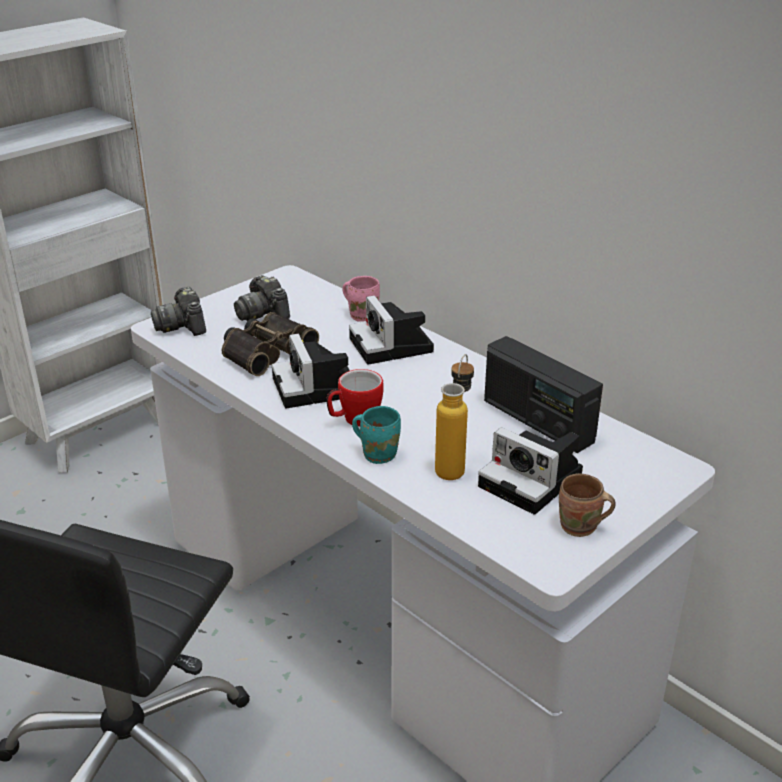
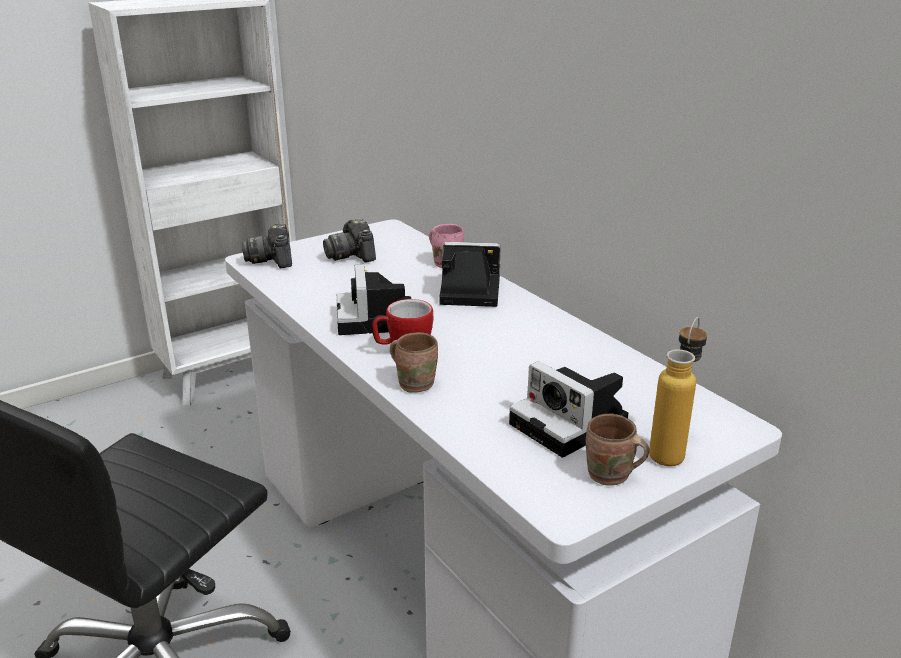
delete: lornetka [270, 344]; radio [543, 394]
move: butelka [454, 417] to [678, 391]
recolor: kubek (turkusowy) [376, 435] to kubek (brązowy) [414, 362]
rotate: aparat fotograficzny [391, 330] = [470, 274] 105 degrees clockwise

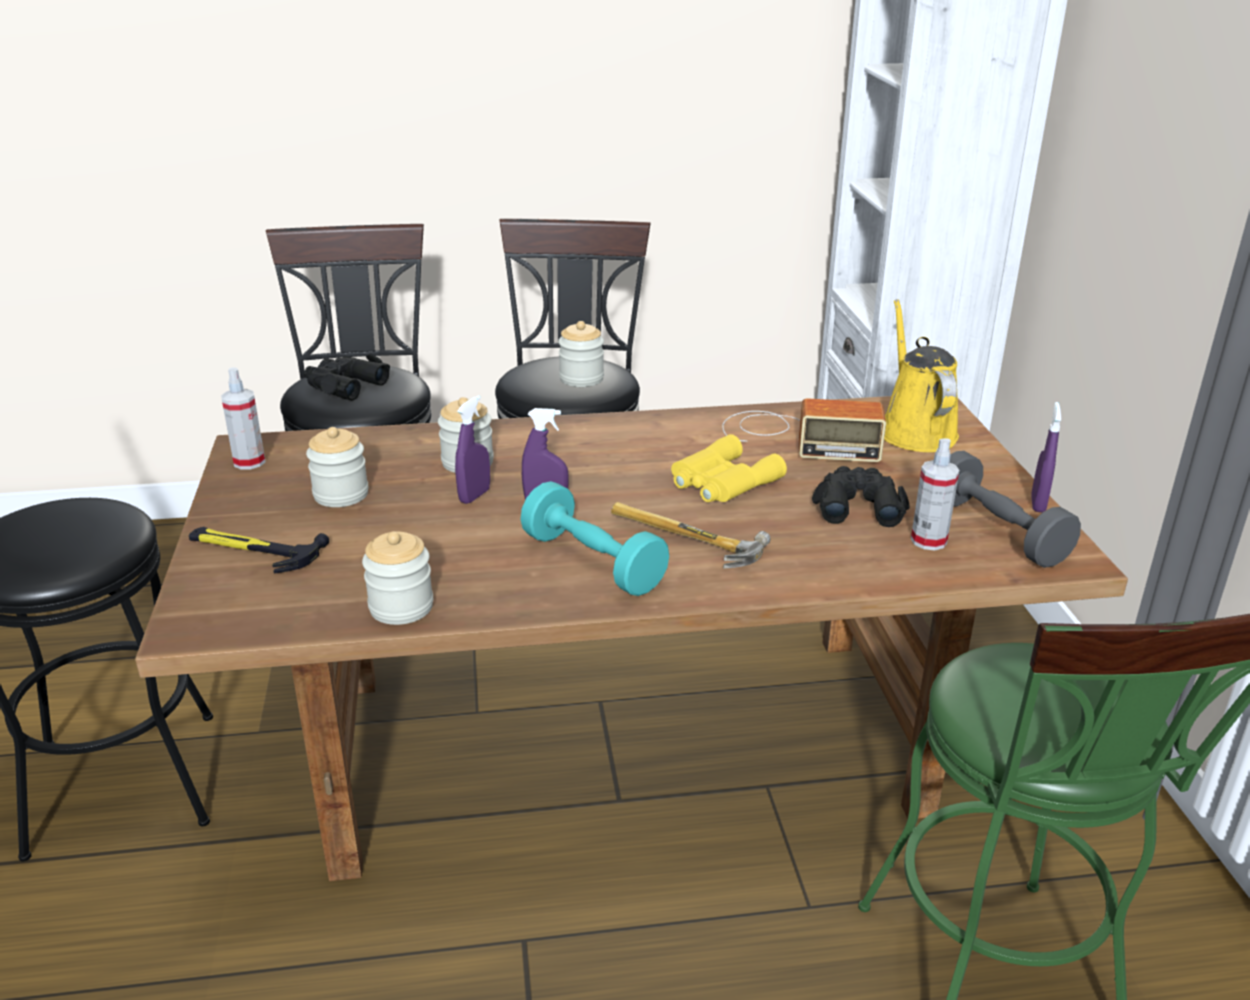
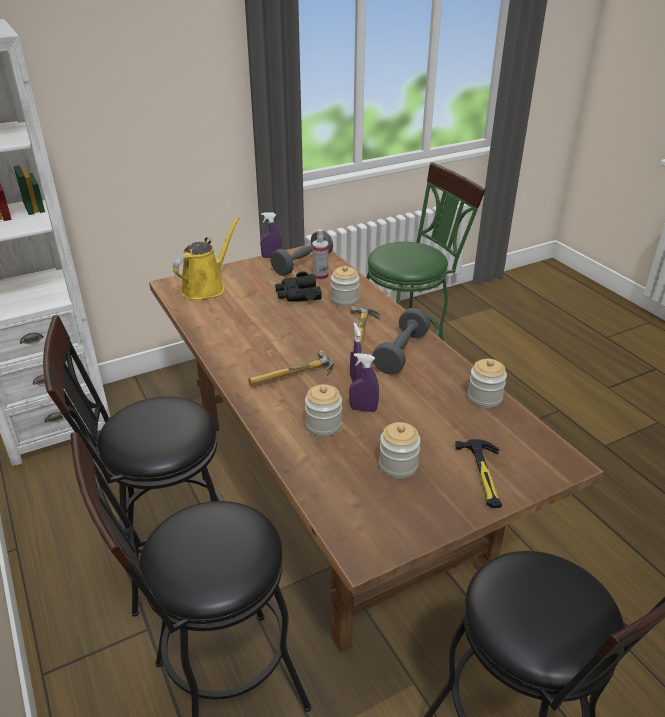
delete: spryskiwacz [243, 418]; lornetka (czarny) [347, 377]; lornetka (żółty) [729, 468]; radio [804, 430]
insert: młotek [291, 367]
move: słoik [581, 354] to [345, 286]
recolor: hantel (turkusowy) [594, 538] to hantel (szary) [401, 341]
rotate: konewka (żółty) [921, 375] = [206, 258] 150 degrees clockwise

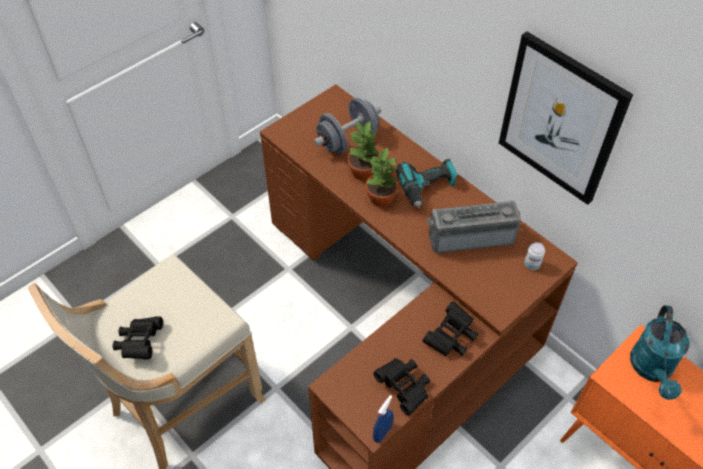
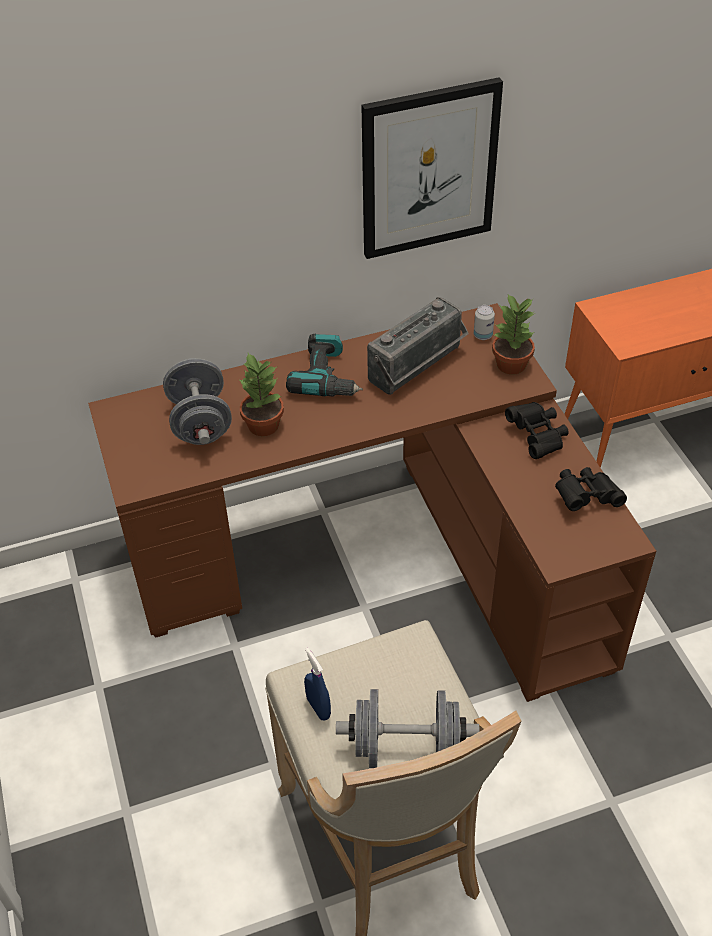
delete: konewka (turkusowy) [660, 352]
move: roślina doniczkowa [381, 177] to [513, 334]; spryskiwacz (niebieski) [383, 419] to [317, 684]
replace: lornetka (czarny) [138, 338] to hantel (szary) [407, 728]
rotate: radio [474, 226] = [418, 346] 150 degrees counterclockwise

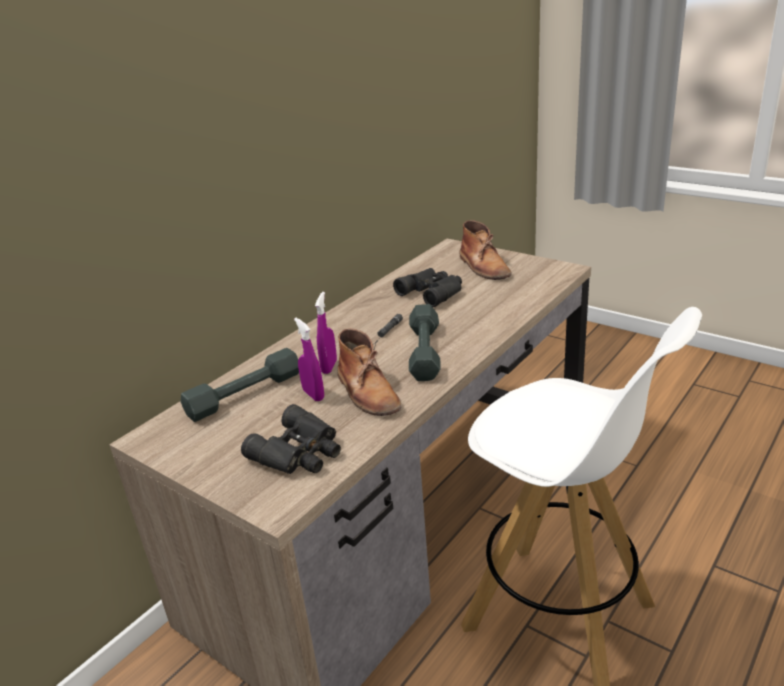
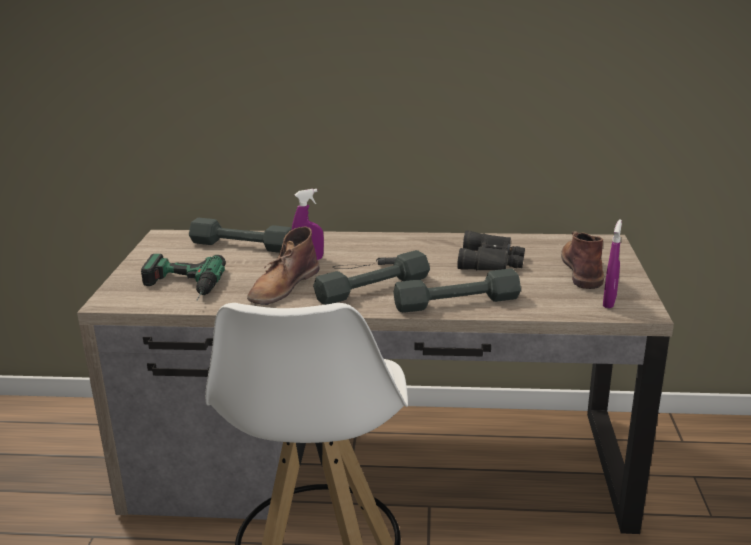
insert: hantel (szary) [457, 290]
move: spryskiwacz (fioletowy) [309, 359] to [612, 263]
replace: lornetka (czarny) [291, 439] to wiertarka [183, 277]
rotate: but z cholewką (brązowy) [486, 250] = [582, 260] 150 degrees clockwise

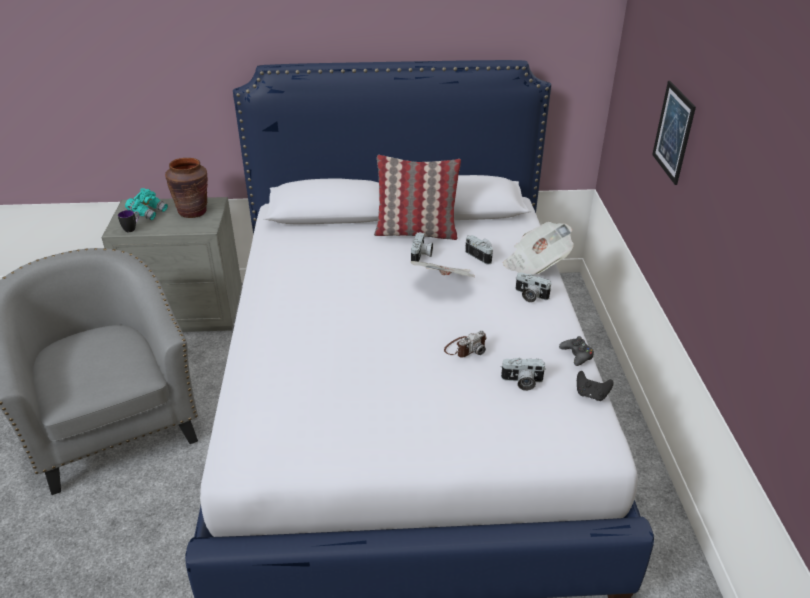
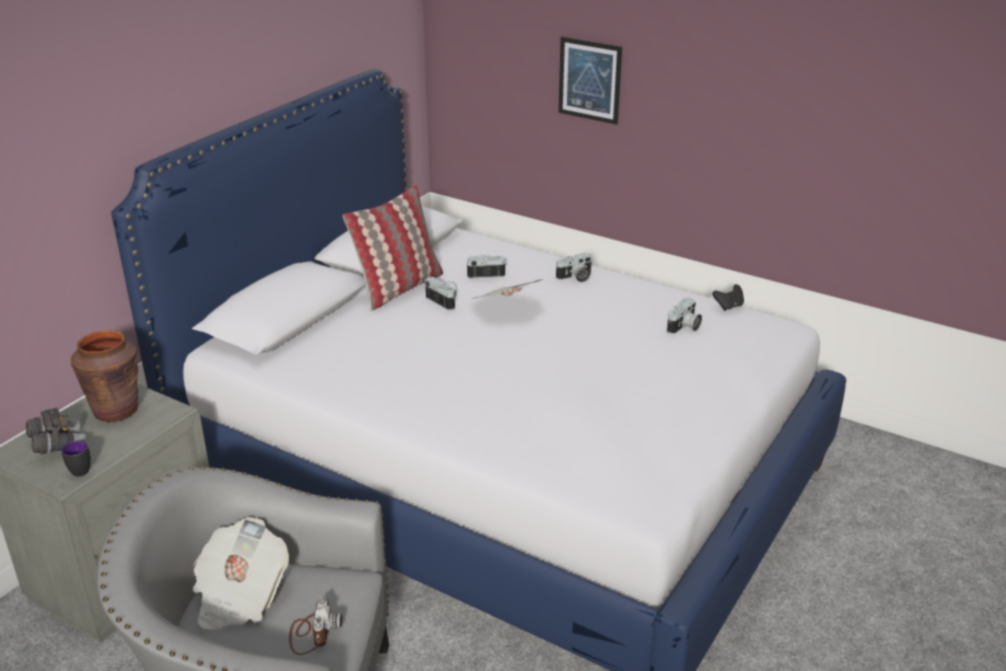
delete: pad do gier (czarny) [576, 351]
move: aparat fotograficzny [465, 344] to [316, 626]; gazeta [538, 248] to [240, 573]
recolor: lornetka (turkusowy) [146, 204] to lornetka (szary) [56, 431]

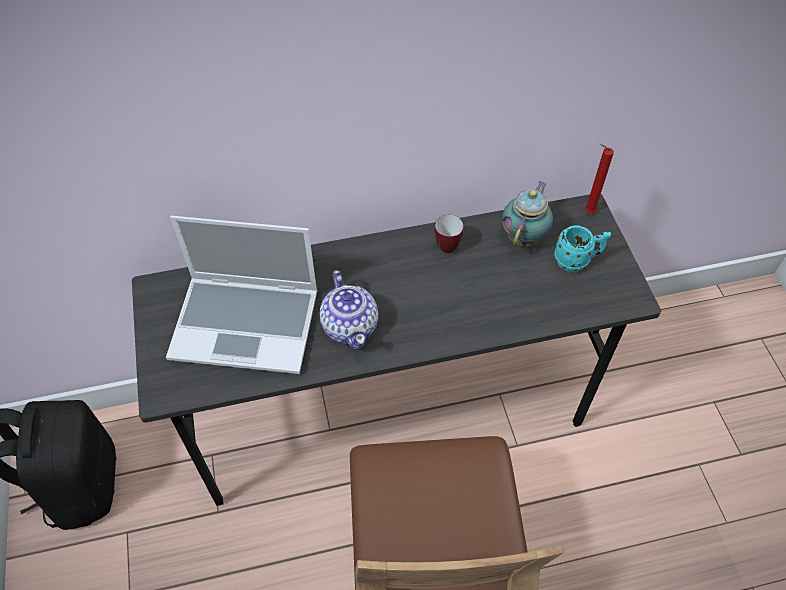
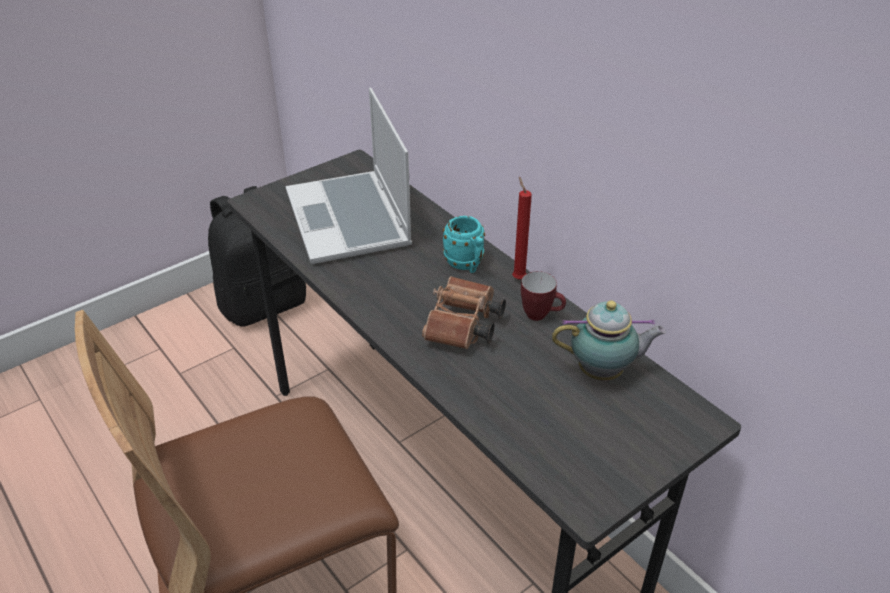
delete: imbryk [349, 309]
insert: lornetka (brązowy) [464, 312]
move: kubek (turkusowy) [582, 248] to [464, 244]; świeca (czerwony) [599, 178] to [522, 228]

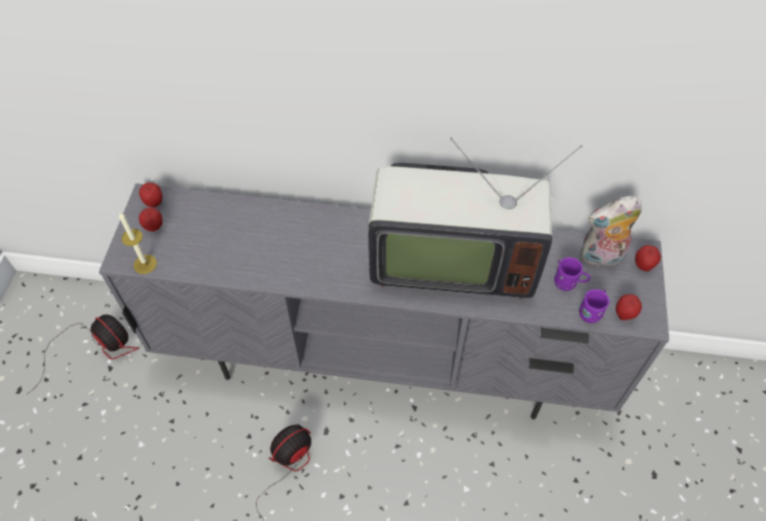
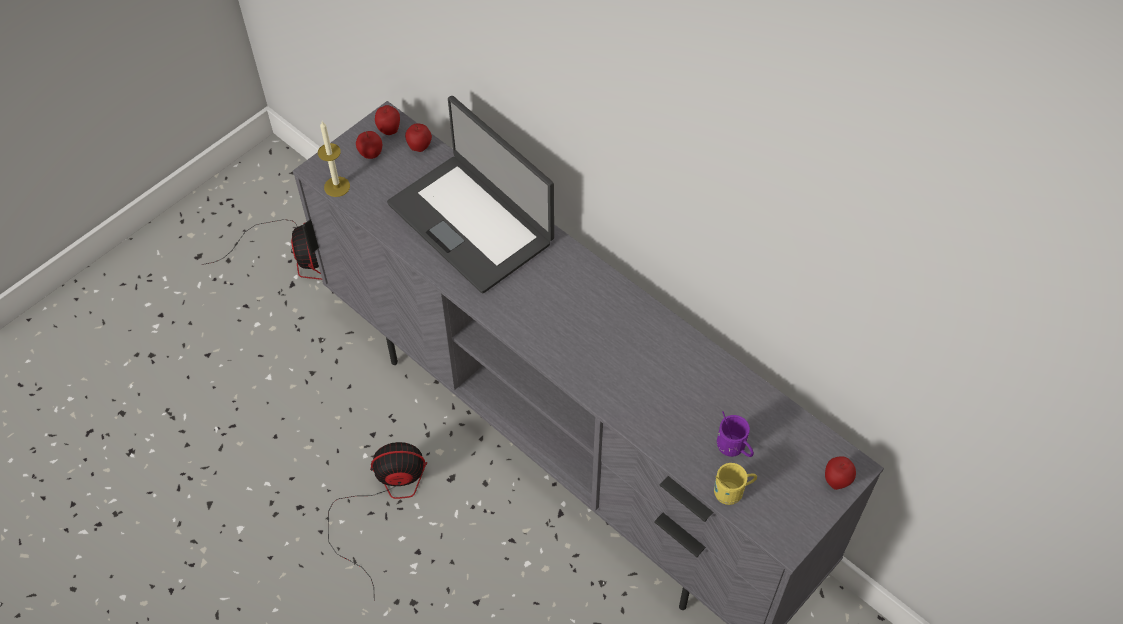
delete: telewizor [475, 218]; pluszak [611, 232]
insert: laptop [470, 194]
move: jabłko [629, 307] to [418, 138]
recolor: kubek (fioletowy) [594, 306] to kubek (żółty) [735, 484]

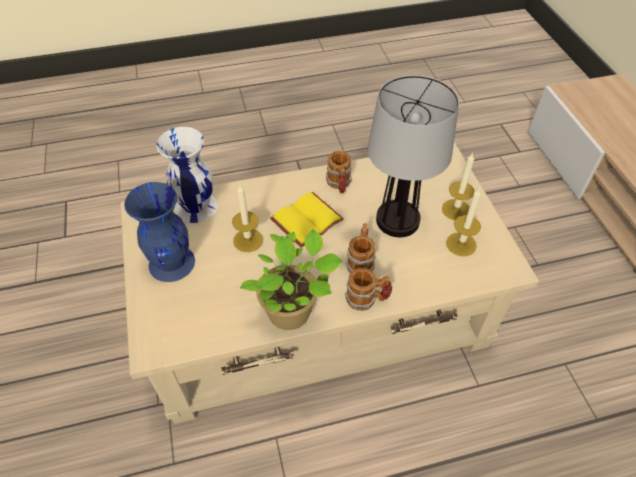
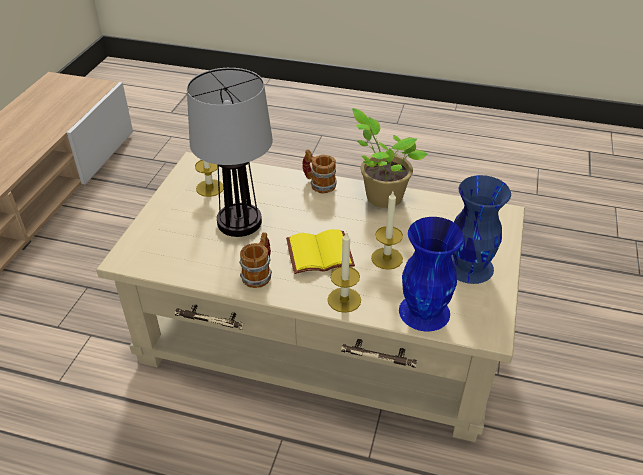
delete: kubek [361, 248]
move: świeca [458, 186] to [344, 272]
recolor: wazon (biały) [187, 175] to wazon (niebieski) [431, 274]

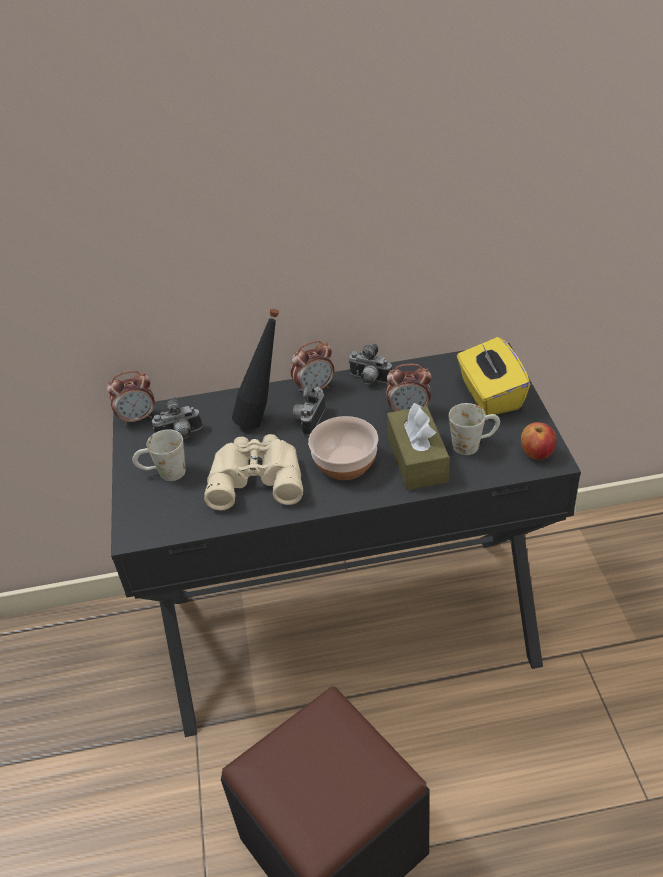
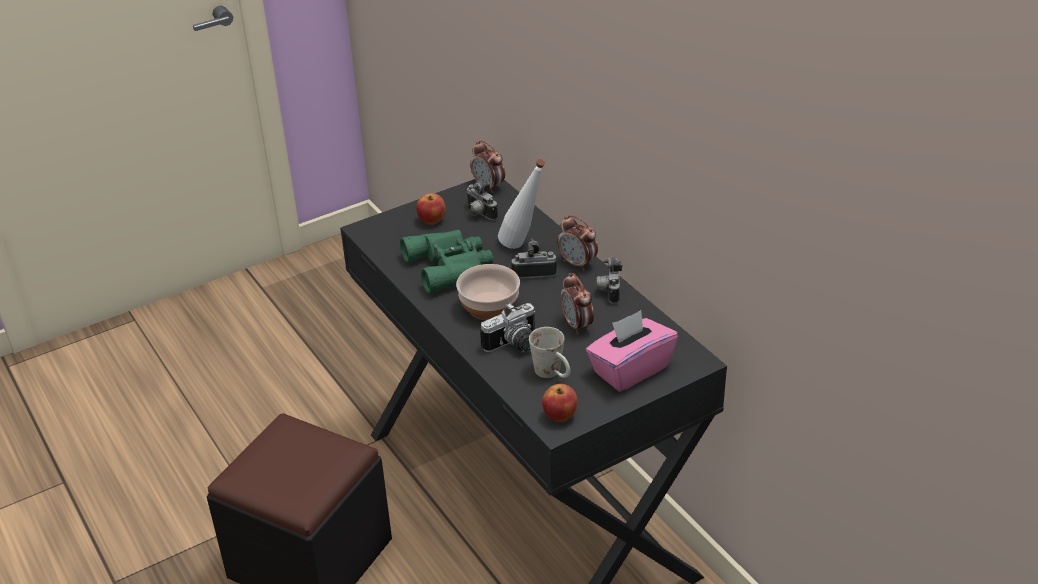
replace: kubek (biały) [159, 455] to jabłko [431, 209]; pudełko chusteczek (brązowy) [418, 446] to aparat fotograficzny [507, 327]
recolor: lornetka (beżowy) [253, 472] to lornetka (zielony) [446, 261]; butelka (czarny) [255, 369] to butelka (biały) [521, 204]; pudełko chusteczek (żółty) [493, 376] to pudełko chusteczek (różowy) [632, 351]

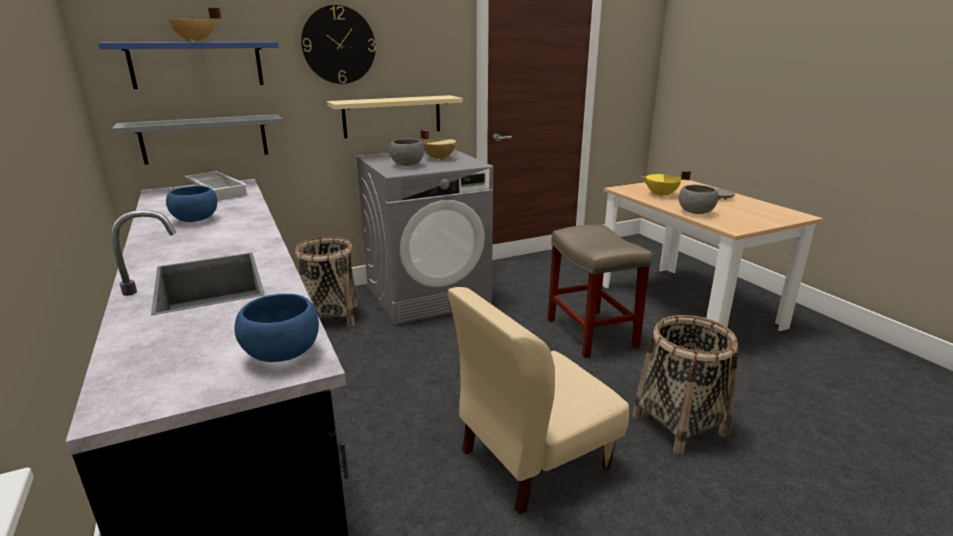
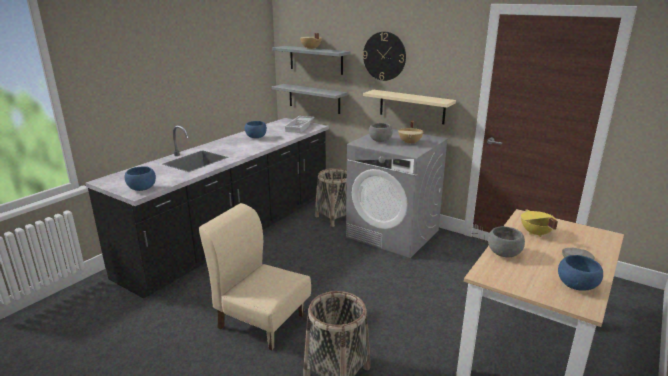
delete: stołek (beżowy) [599, 291]
insert: miska (niebieski) [580, 273]
recolor: półka (niebieski) [188, 65] to półka (szary) [311, 60]

